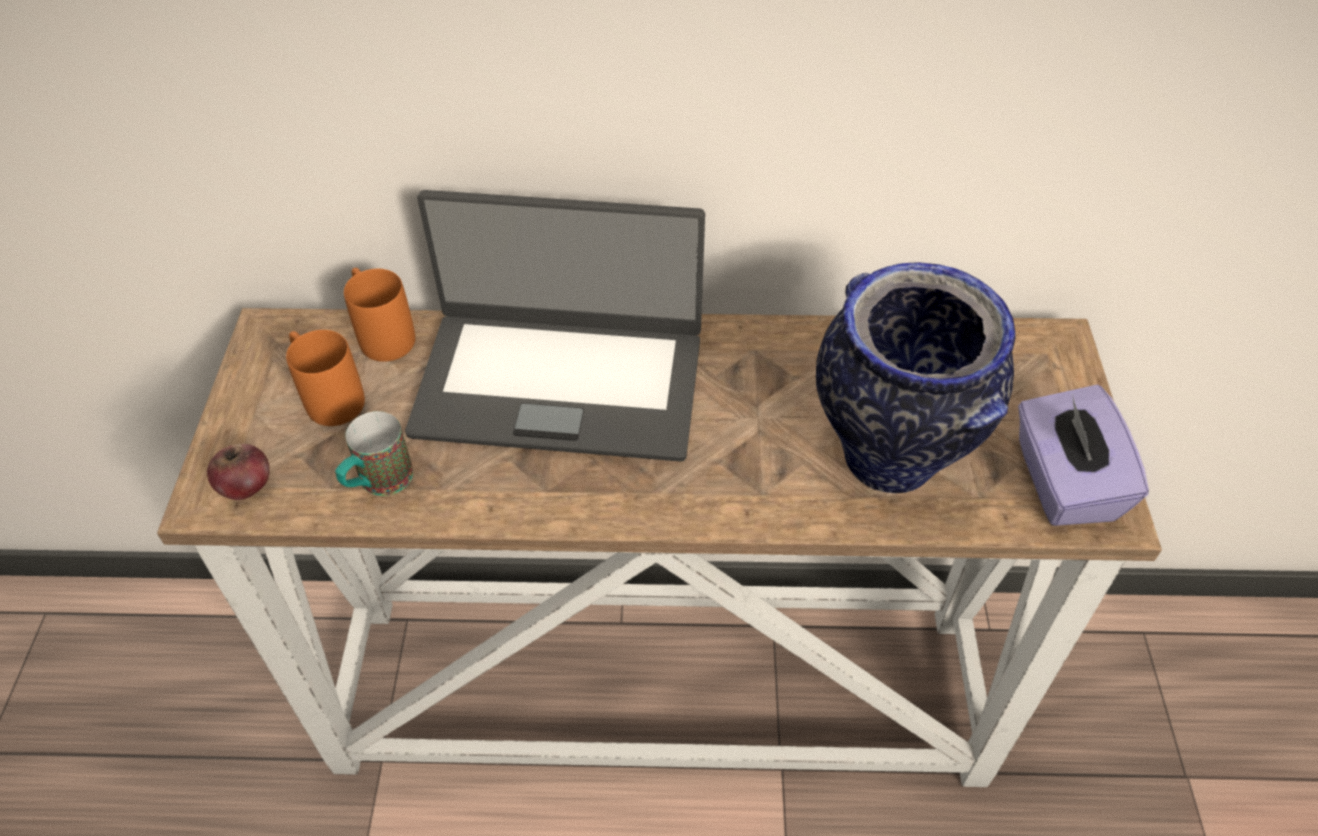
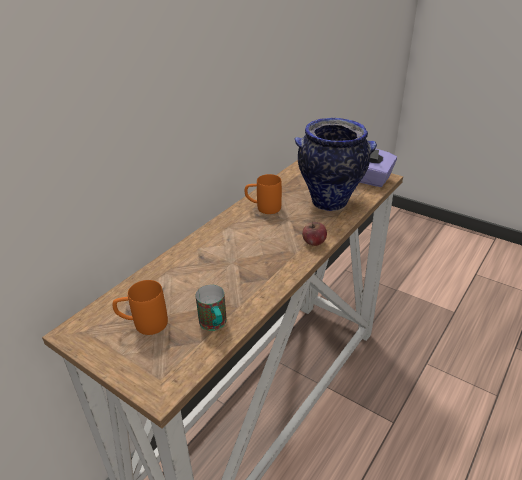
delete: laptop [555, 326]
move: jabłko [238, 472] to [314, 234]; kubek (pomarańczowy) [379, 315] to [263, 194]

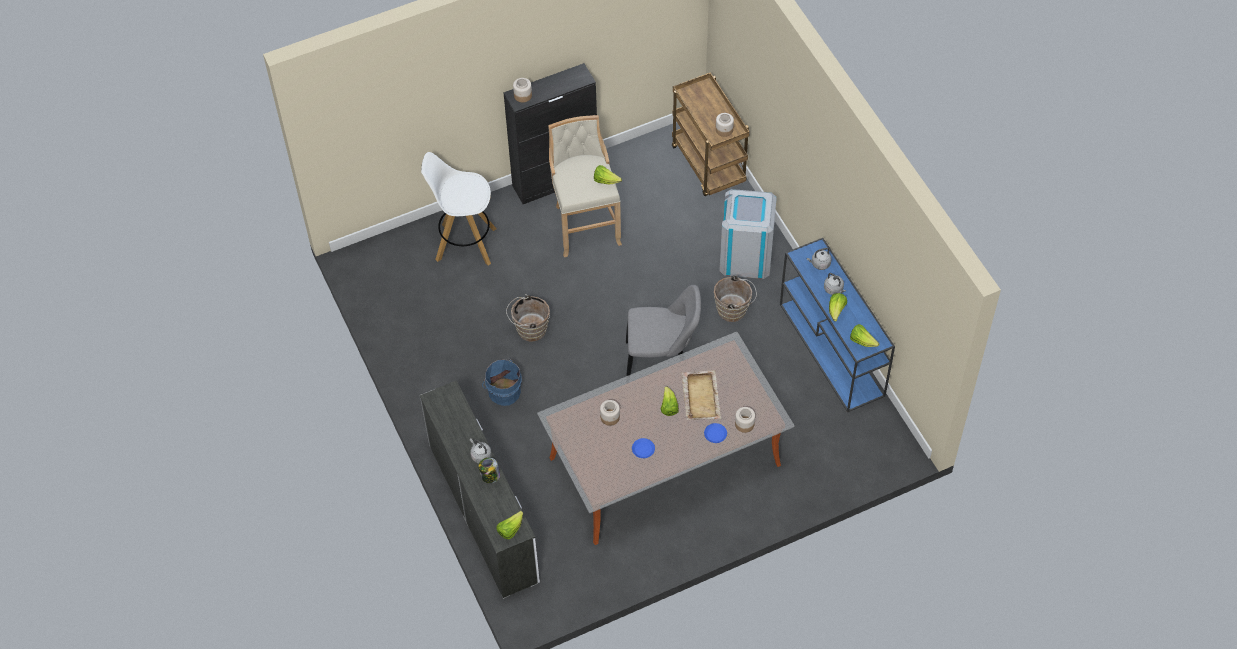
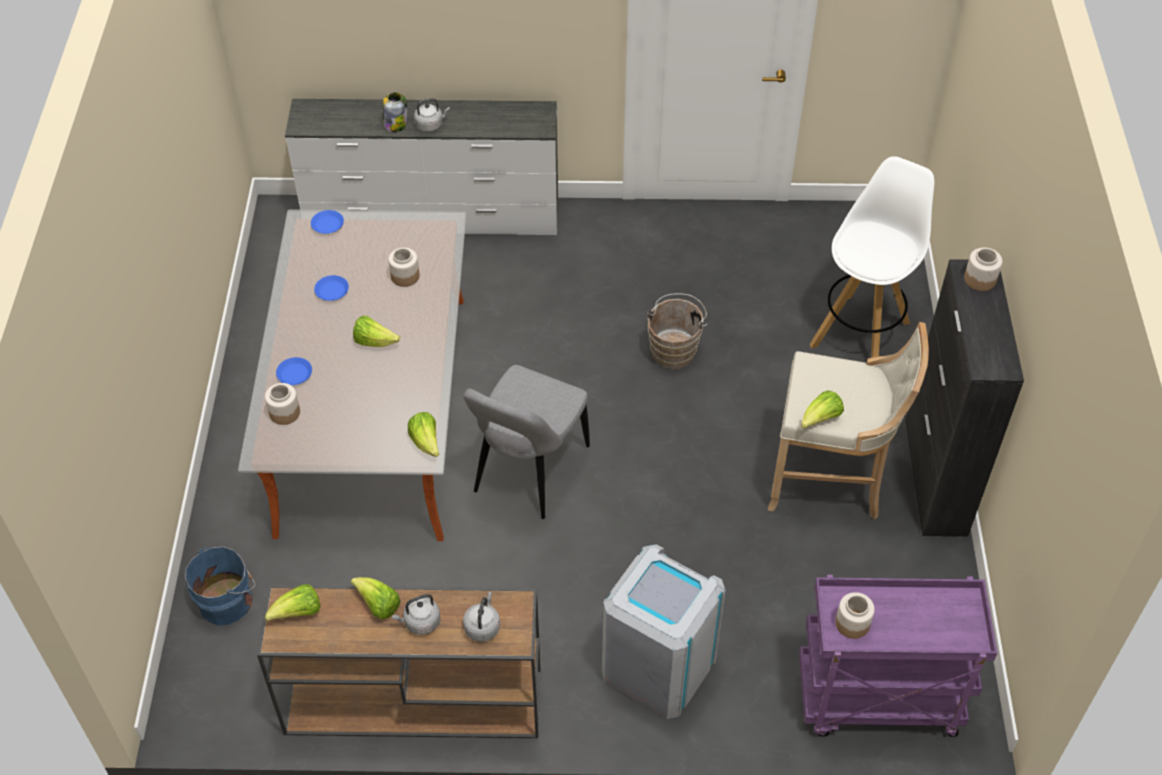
delete: taca (beżowy) [701, 395]; wiadro (brązowy) [735, 298]
insert: talerz (niebieski) [327, 222]
move: wiadro (niebieski) [502, 382] to [220, 586]; sałata [509, 525] to [423, 434]
recolor: wózek (brązowy) [711, 134] to wózek (fioletowy) [898, 656]; stolik konsolowy (niebieski) [837, 325] to stolik konsolowy (brązowy) [399, 661]

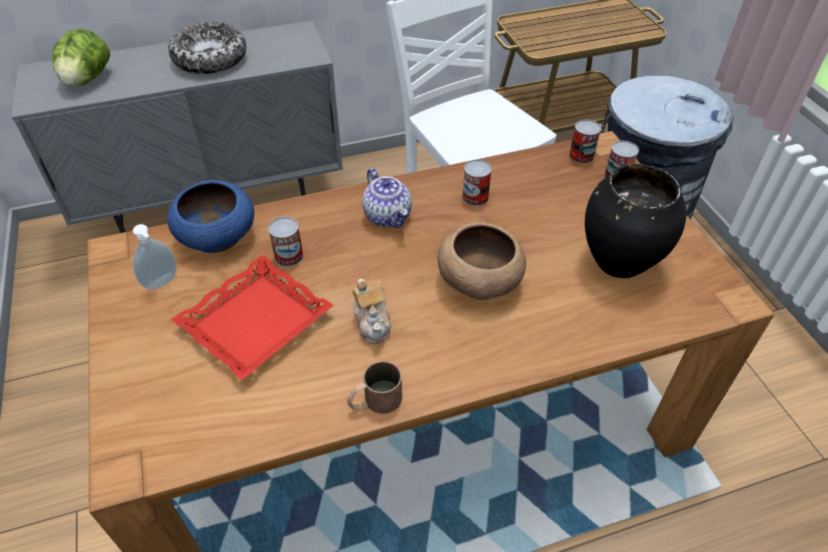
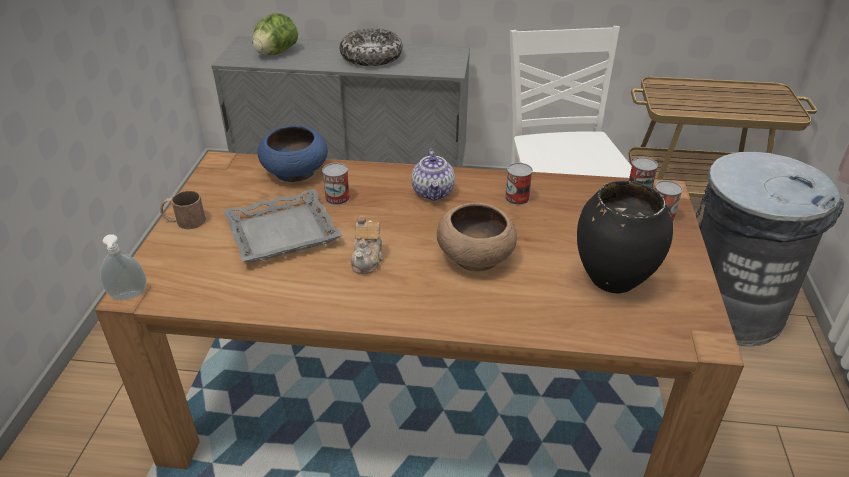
move: dozownik mydła [155, 257] to [123, 267]; kubek (brązowy) [374, 387] to [183, 210]
recolor: taca (czerwony) [252, 317] to taca (szary) [282, 225]

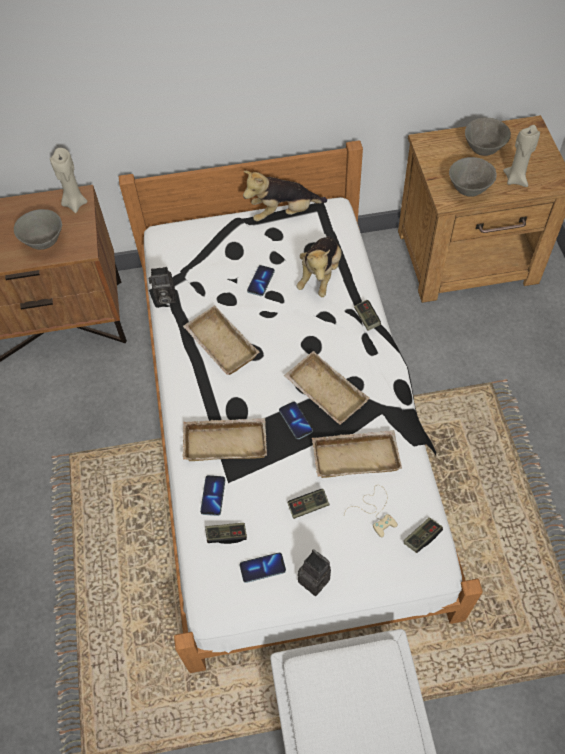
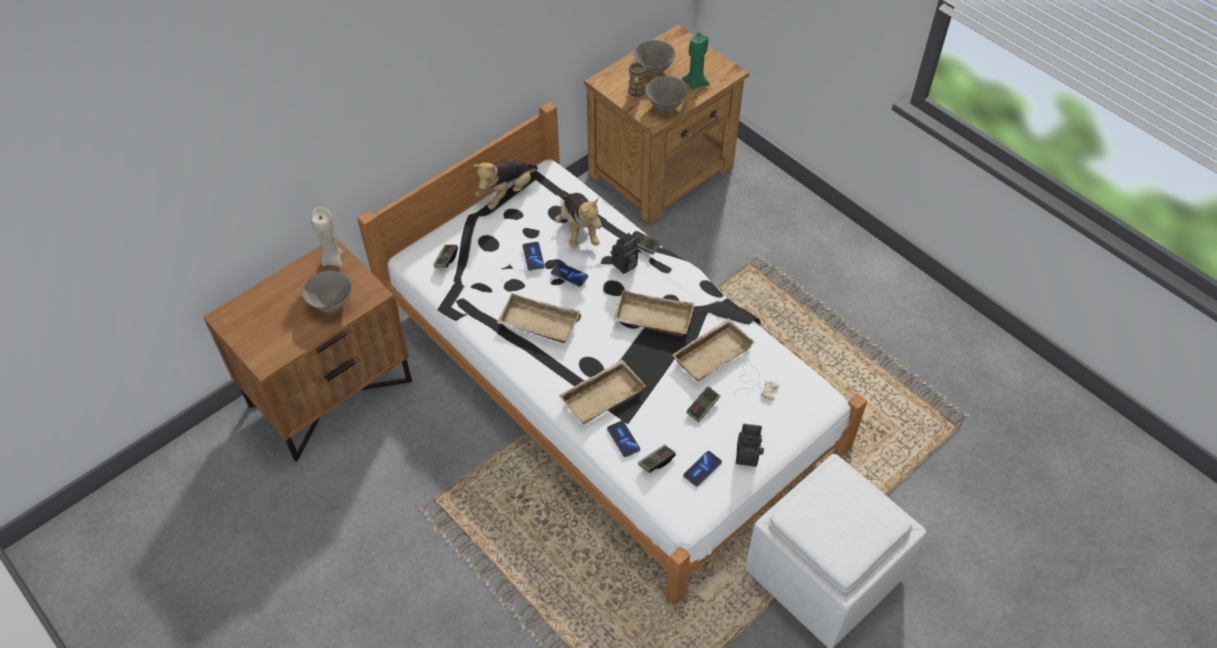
insert: kubek [637, 79]
move: aparat fotograficzny [162, 286] to [624, 253]; telefon [296, 420] to [569, 274]; pad do gier [423, 535] to [445, 256]
recolor: świeca (beżowy) [521, 156] to świeca (zielony) [696, 60]

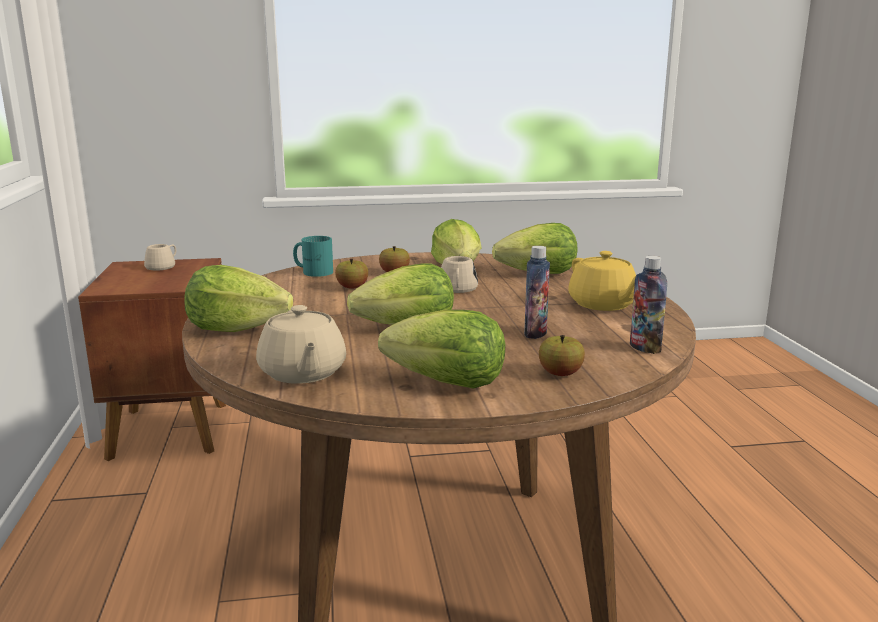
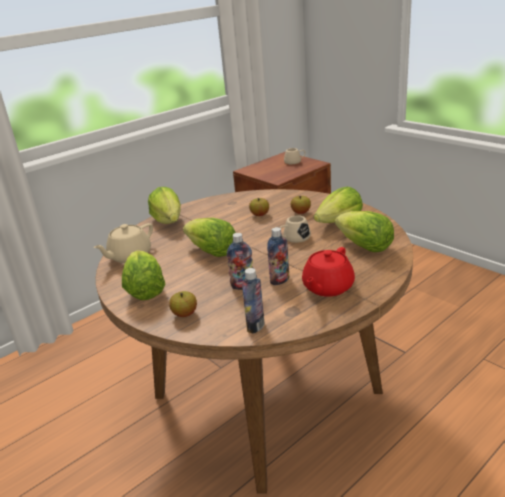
delete: kubek (turkusowy) [313, 256]
insert: butelka [278, 256]
recolor: imbryk (żółty) [602, 281] to imbryk (czerwony) [328, 272]

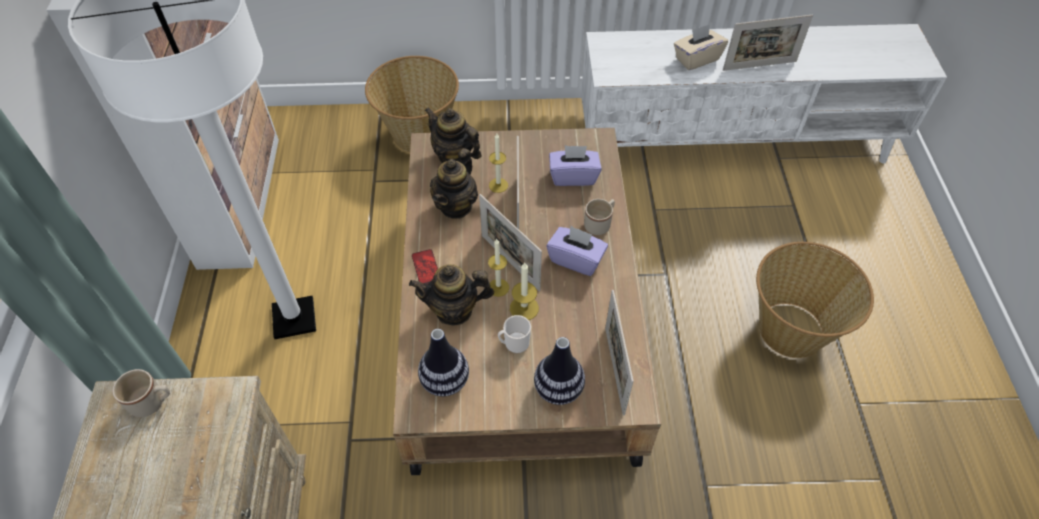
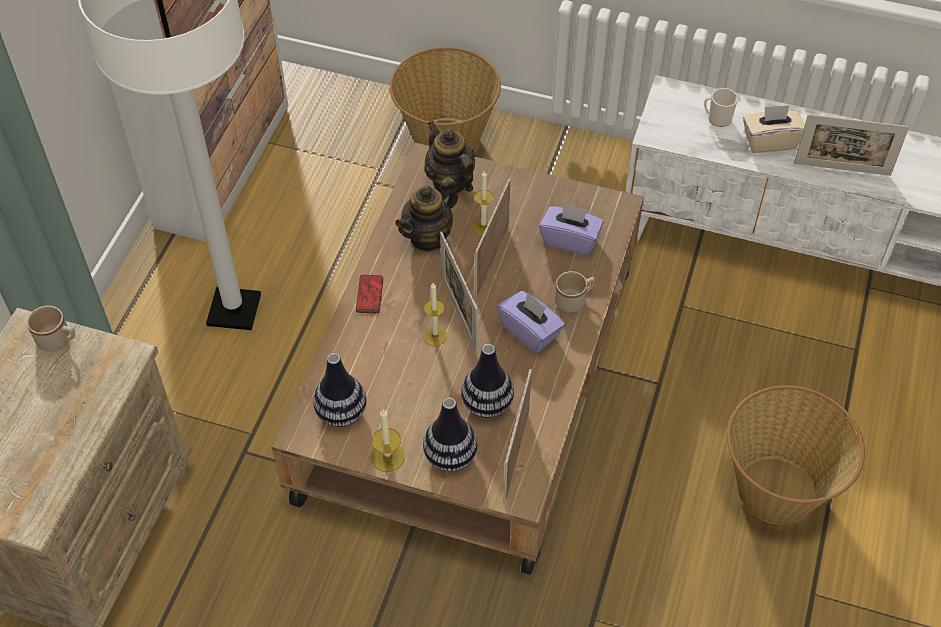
delete: imbryk [451, 295]
insert: wazon [487, 381]
move: kubek [514, 334] to [721, 107]; świeca [524, 291] to [388, 440]

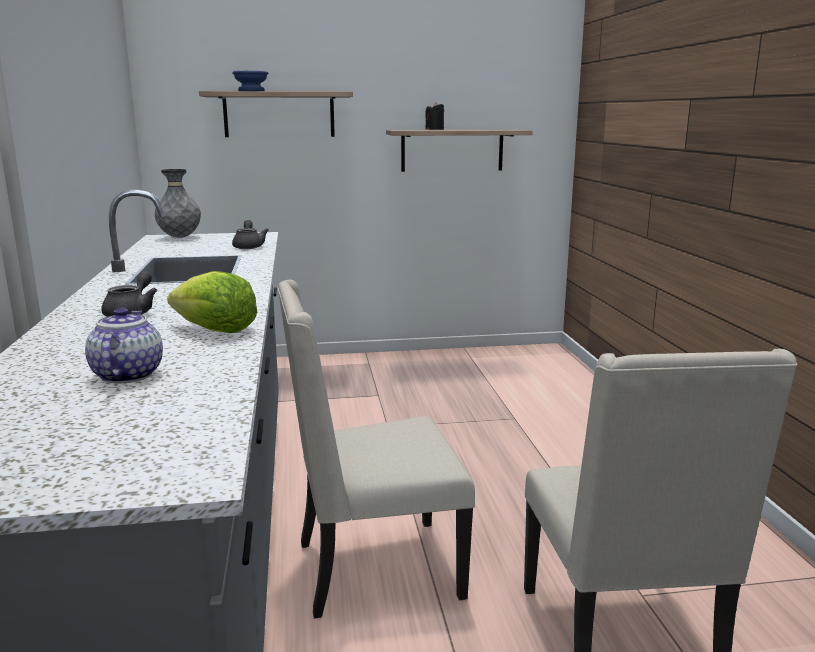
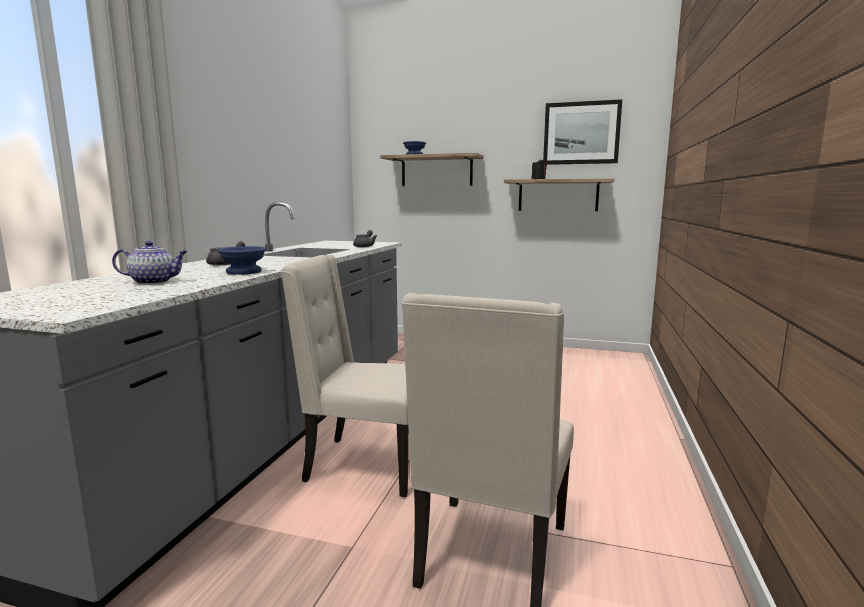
delete: wazon (szary) [177, 203]
insert: obraz [582, 132]
replace: sałata [212, 302] to miska (niebieski) [241, 260]
rotate: imbryk [124, 345] = [149, 262] 60 degrees clockwise

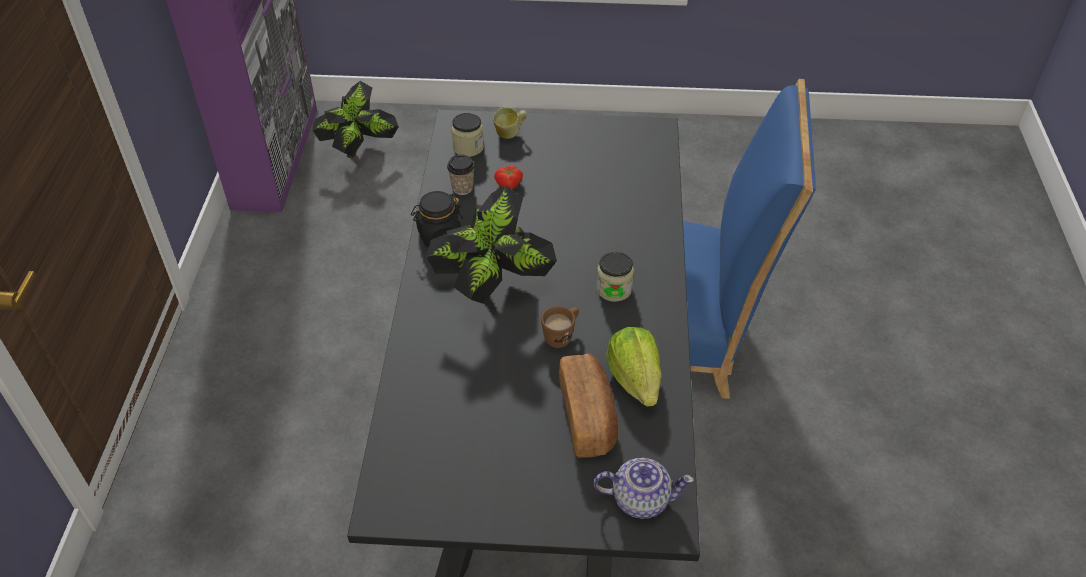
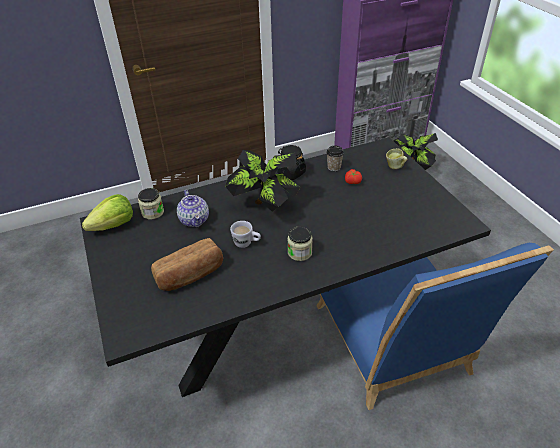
move: słoik [467, 135] to [151, 203]; imbryk [644, 488] to [193, 208]; sałata [634, 367] to [107, 212]
recolor: kubek (brązowy) [560, 327] to kubek (biały) [245, 234]

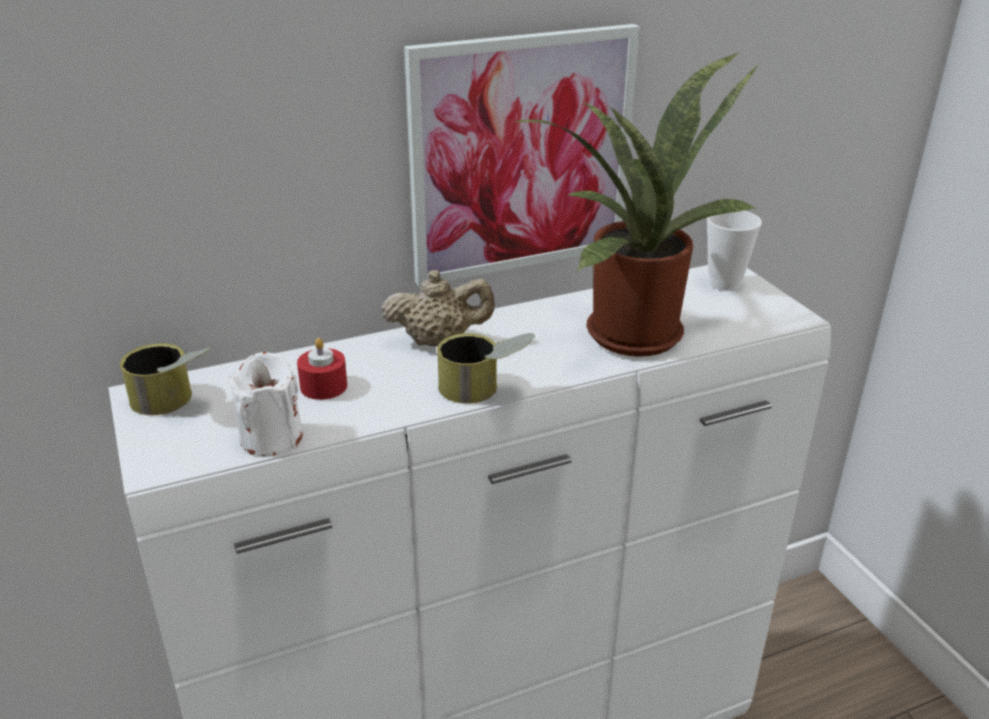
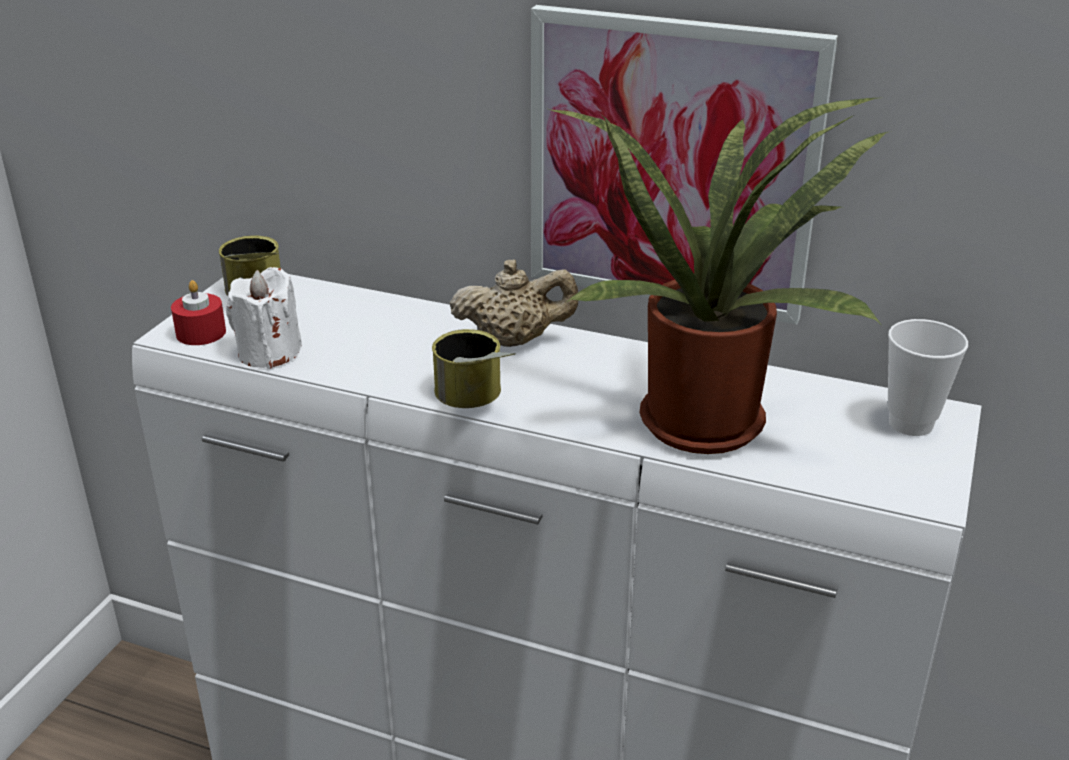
move: świeca (czerwony) [322, 369] to [198, 312]
rotate: imbryk (beżowy) [438, 308] = [513, 303] 45 degrees counterclockwise

